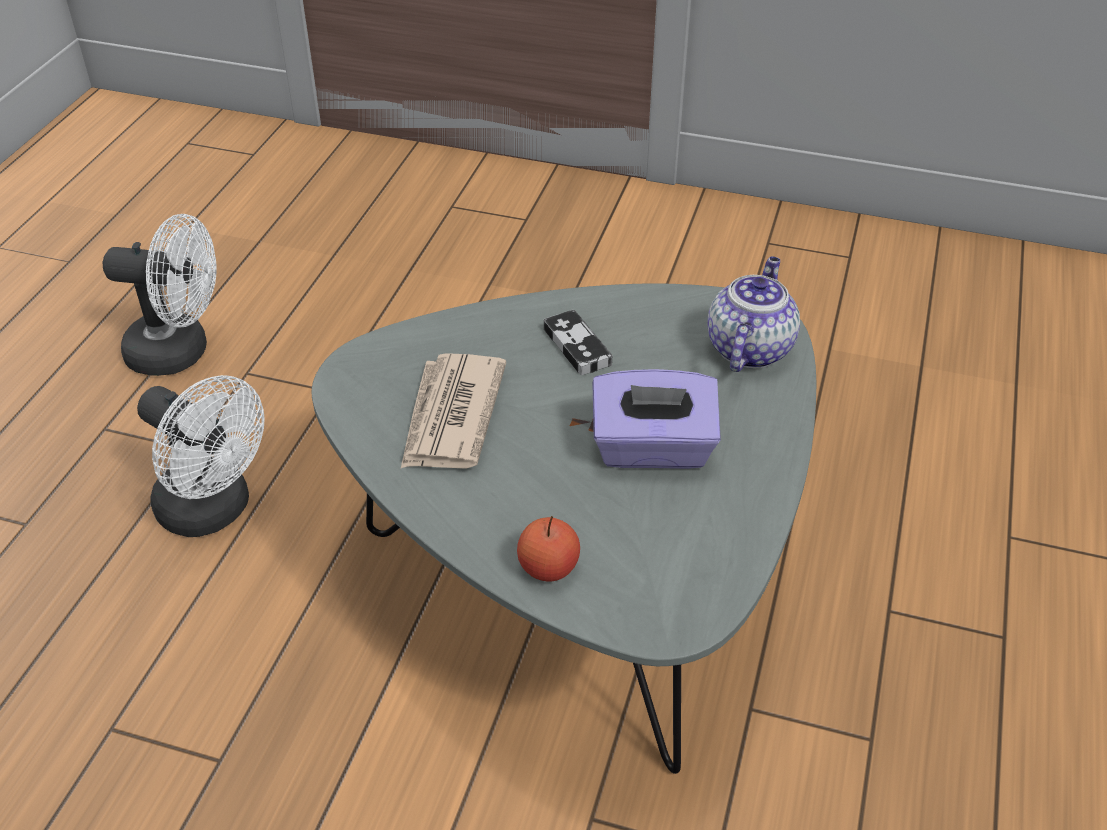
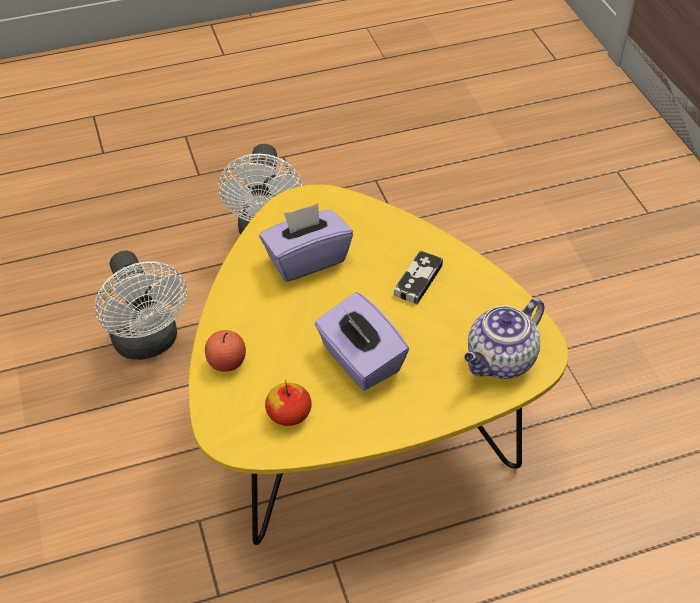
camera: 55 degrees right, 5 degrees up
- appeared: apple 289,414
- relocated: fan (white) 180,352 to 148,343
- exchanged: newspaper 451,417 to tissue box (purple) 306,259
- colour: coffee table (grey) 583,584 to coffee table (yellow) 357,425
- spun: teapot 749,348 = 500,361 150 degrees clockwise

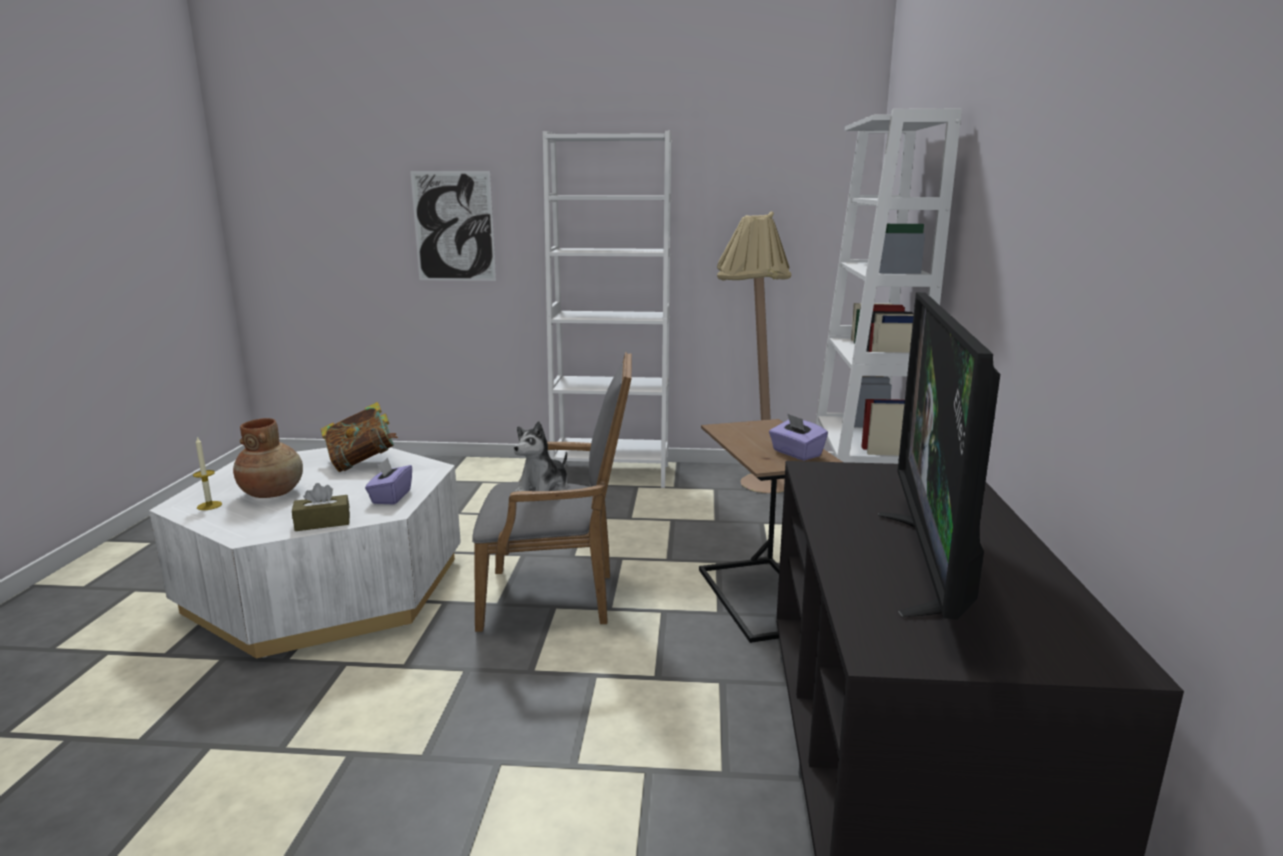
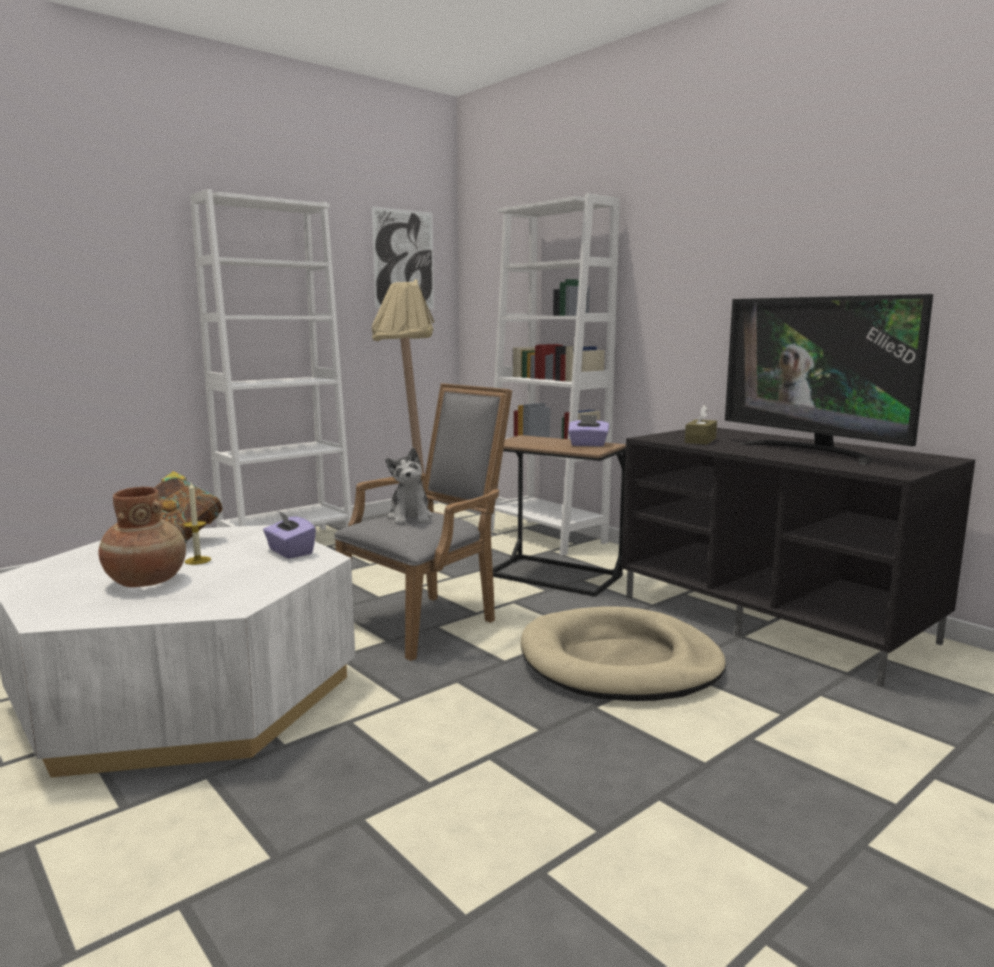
camera: 45 degrees left, 5 degrees down
- appeared: dog bed (beige) 620,662
- relocated: candle 209,505 to 197,560
- relocated: tissue box (brown) 322,522 to 700,440
- relocated: picture 454,226 to 404,259

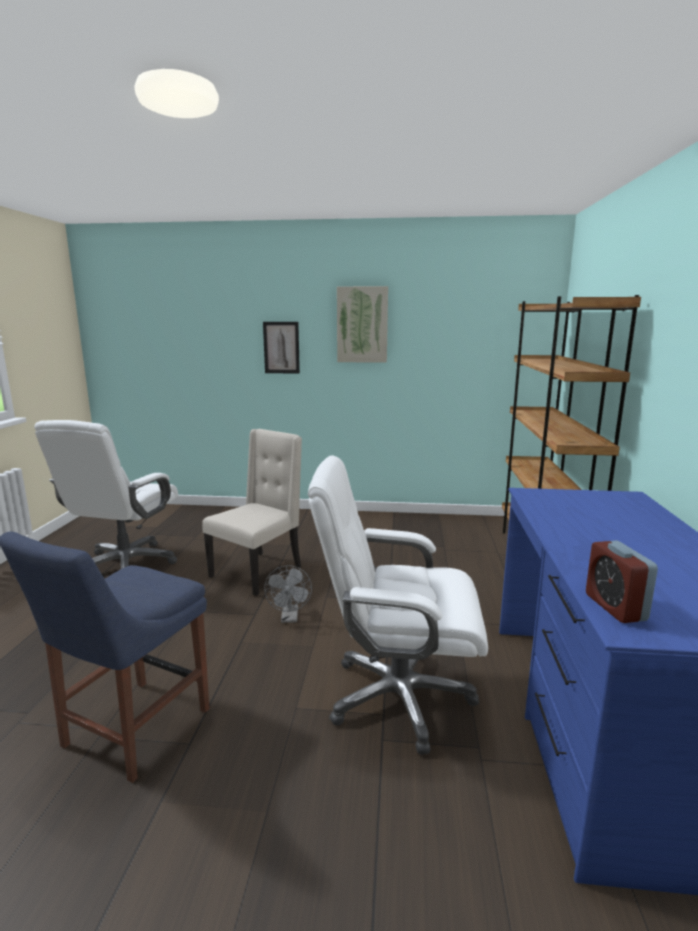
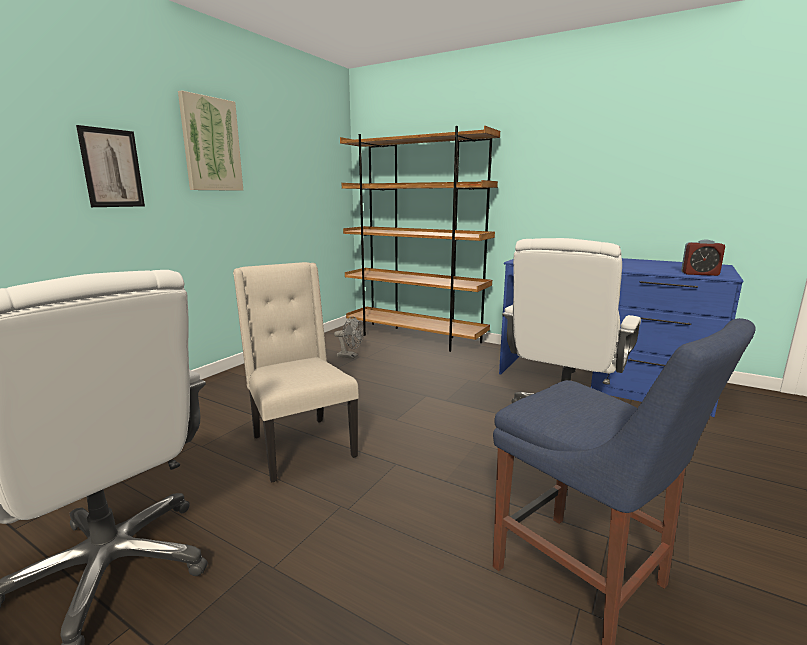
camera: 65 degrees left, 0 degrees up
- relocated: fan (grey) 290,618 to 350,356

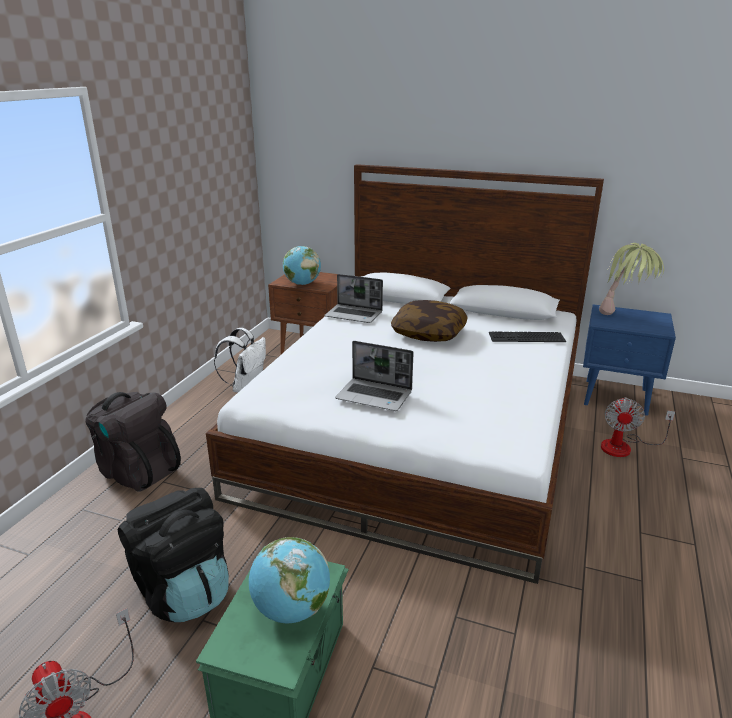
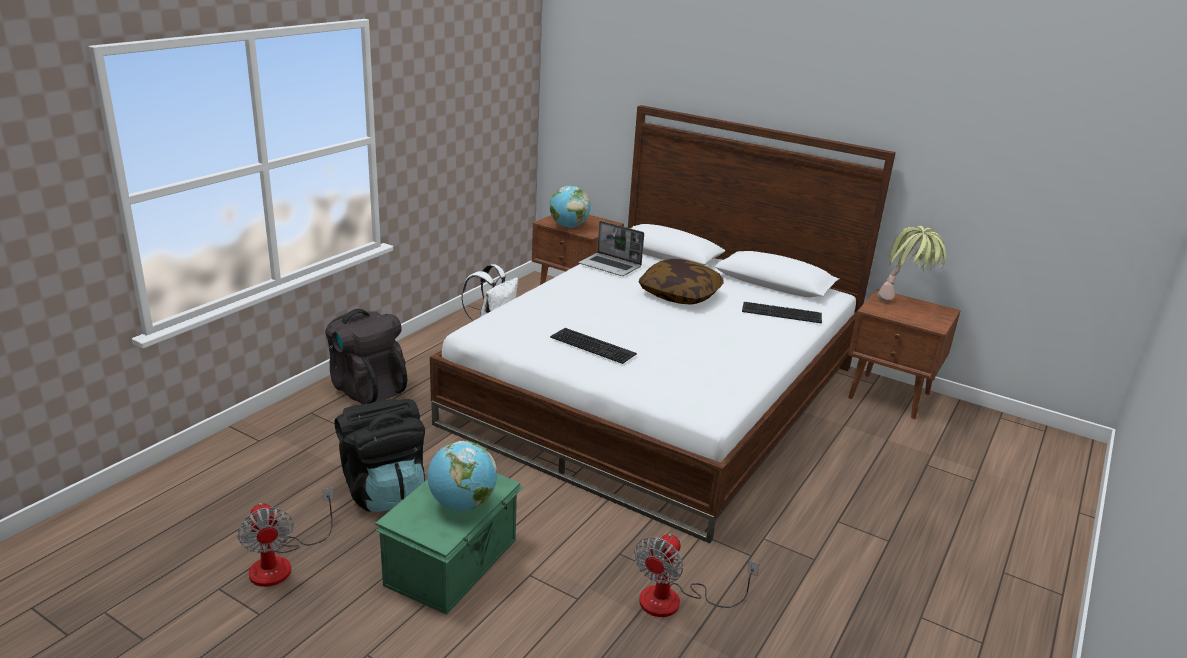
camera: 10 degrees right, 0 degrees up
- relocated: fan 624,446 to 675,601
- exchanged: laptop 375,396 to keyboard 594,345
- colour: nightstand (blue) 617,397 to nightstand (brown) 890,396

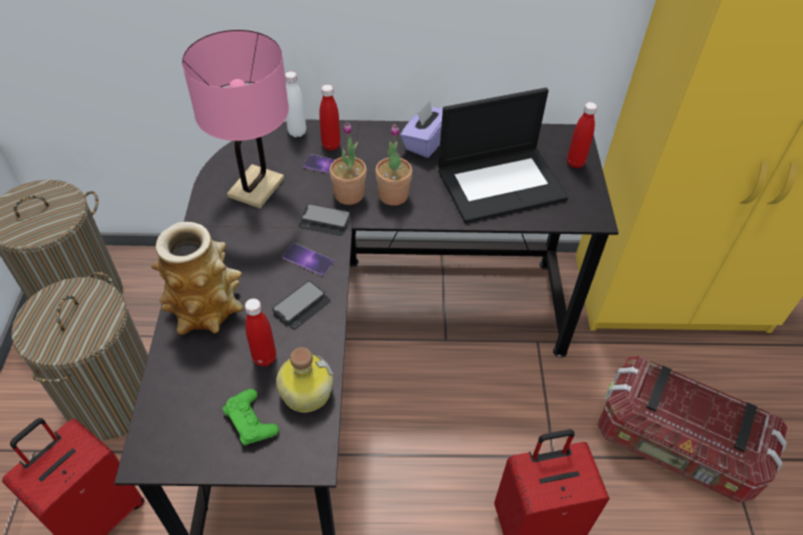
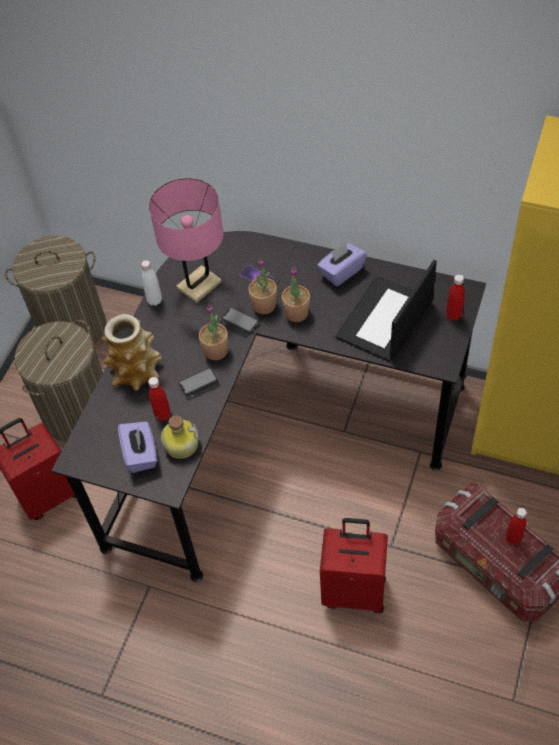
camera: 25 degrees right, 5 degrees up
- relocated: bottle (white) 297,132 to 154,301
- relocated: bottle (red) 331,145 to 513,538
- exchanged: game controller (green) 250,421 to tissue box (purple) 141,454
- exchanged: phone 308,259 to potted plant 216,351
- spun: laptop 501,183 = 385,321 120 degrees clockwise

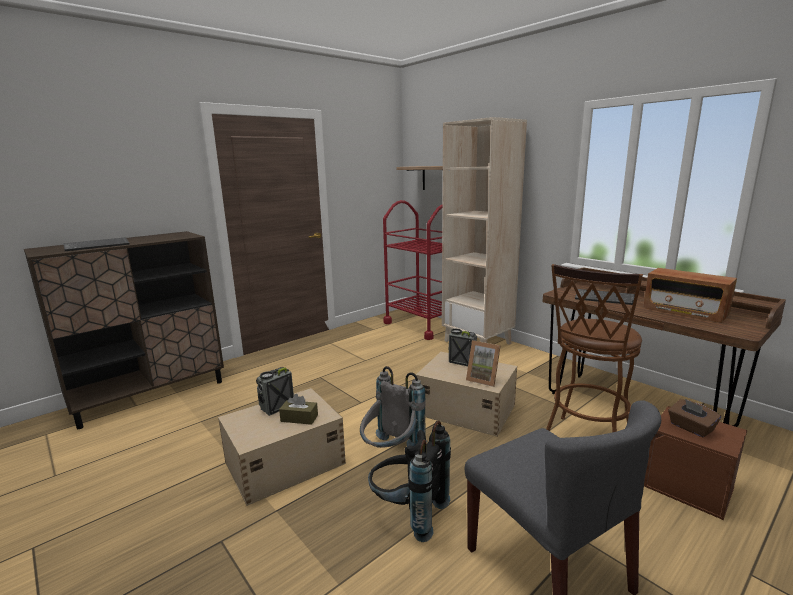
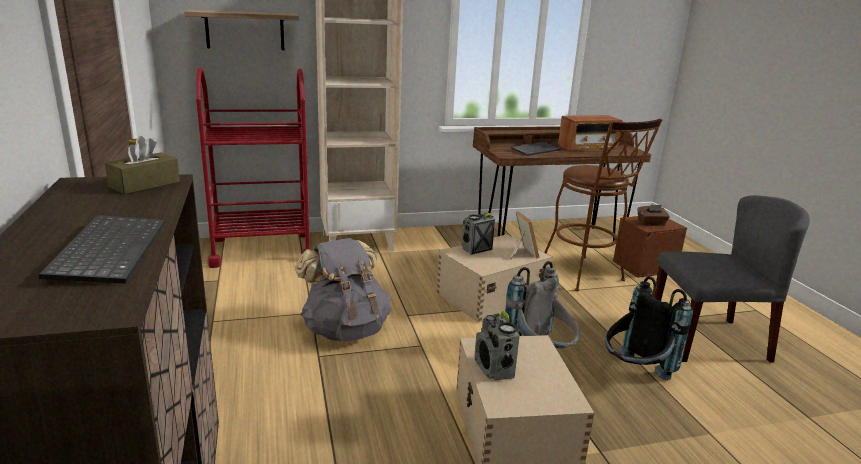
camera: 65 degrees left, 5 degrees up
- appeared: backpack (grey) 345,329
- relocated: tissue box (brown) 299,418 to 145,184
- spun: picture frame 483,379 = 521,253 75 degrees counterclockwise

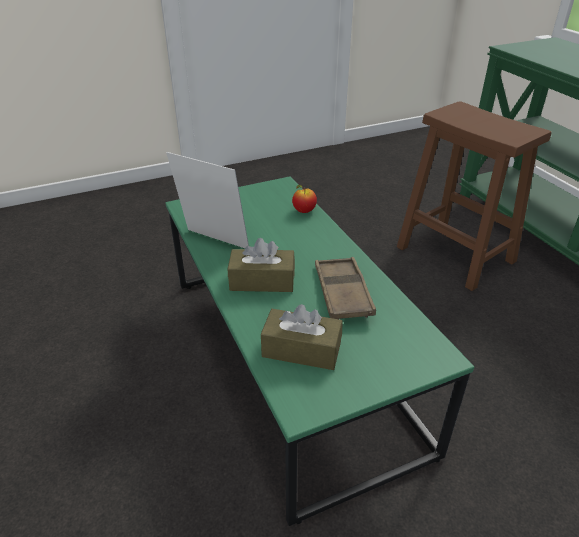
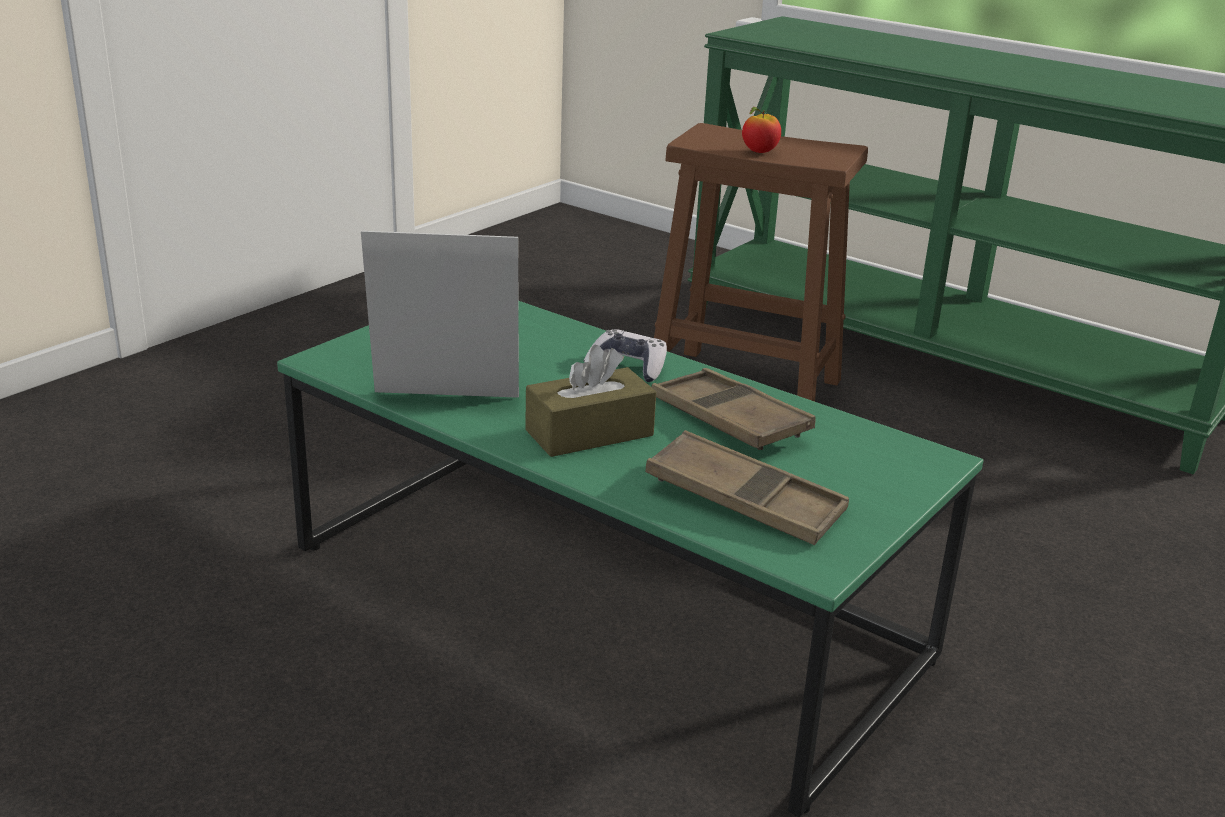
camera: 30 degrees left, 10 degrees down
- appeared: game controller 628,367
- relocated: apple 304,211 to 759,152
- exchanged: tissue box (brown) 301,350 to tray (brown) 744,500

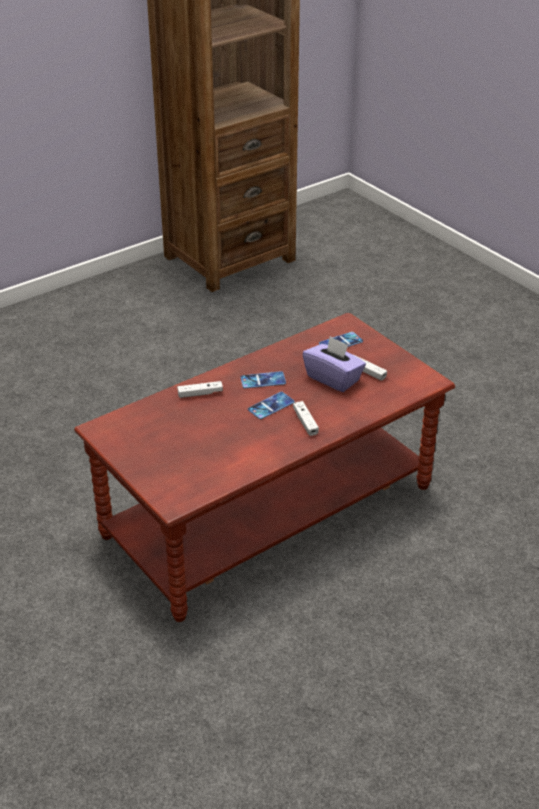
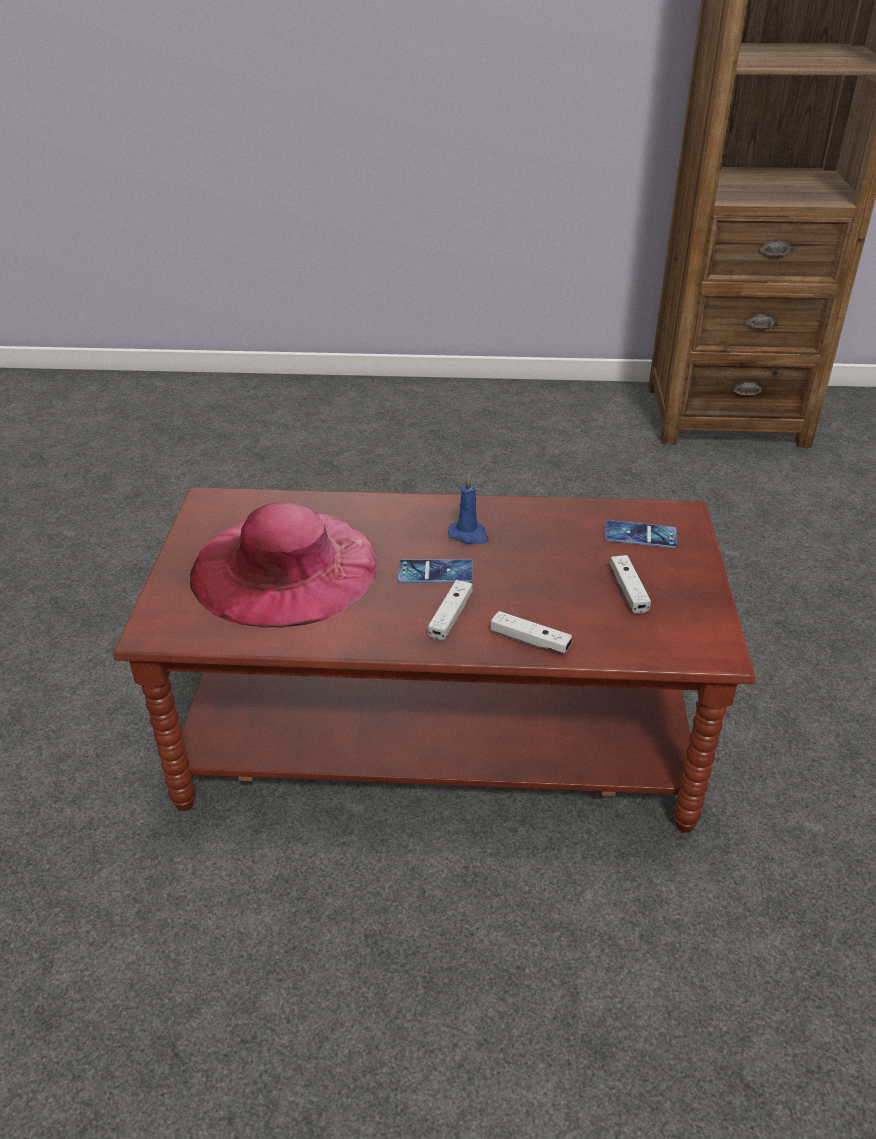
camera: 40 degrees right, 0 degrees up
- missing: tissue box (purple) 333,378
- appeared: hat (pink) 285,567
- relocated: game controller (white) 200,393 to 530,640
- exchanged: phone 263,380 to candle (blue) 469,535

